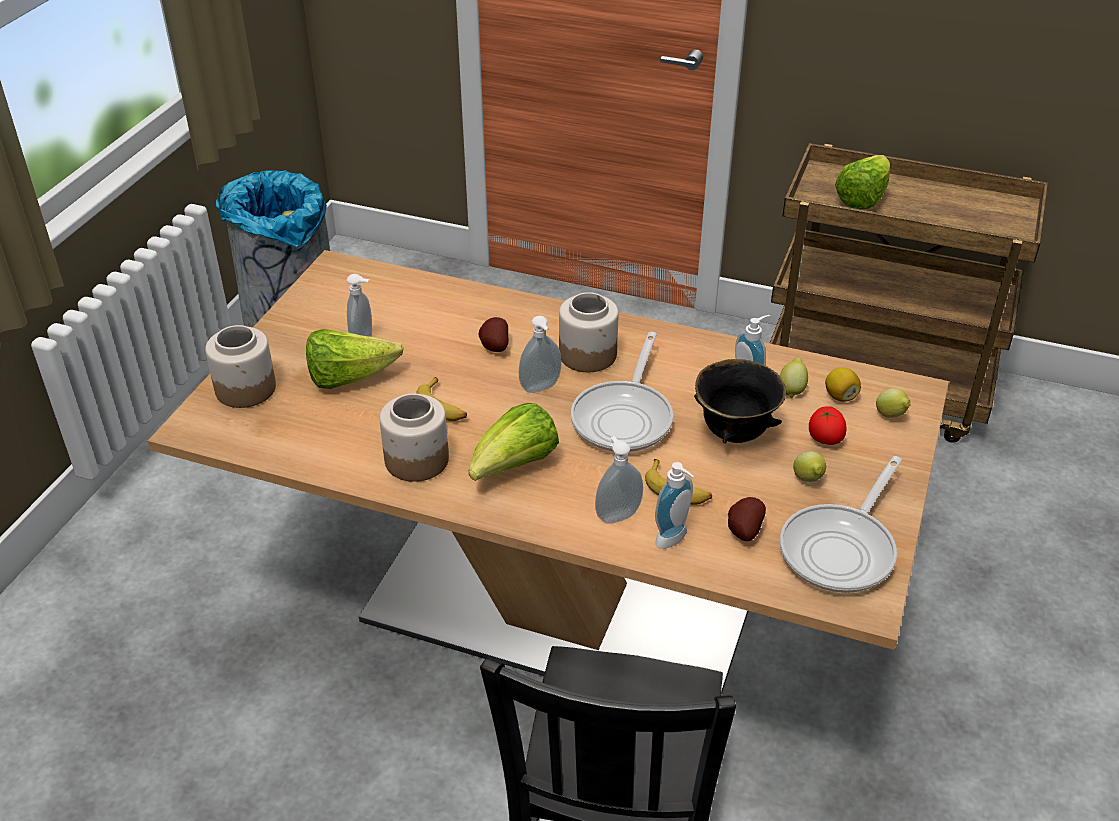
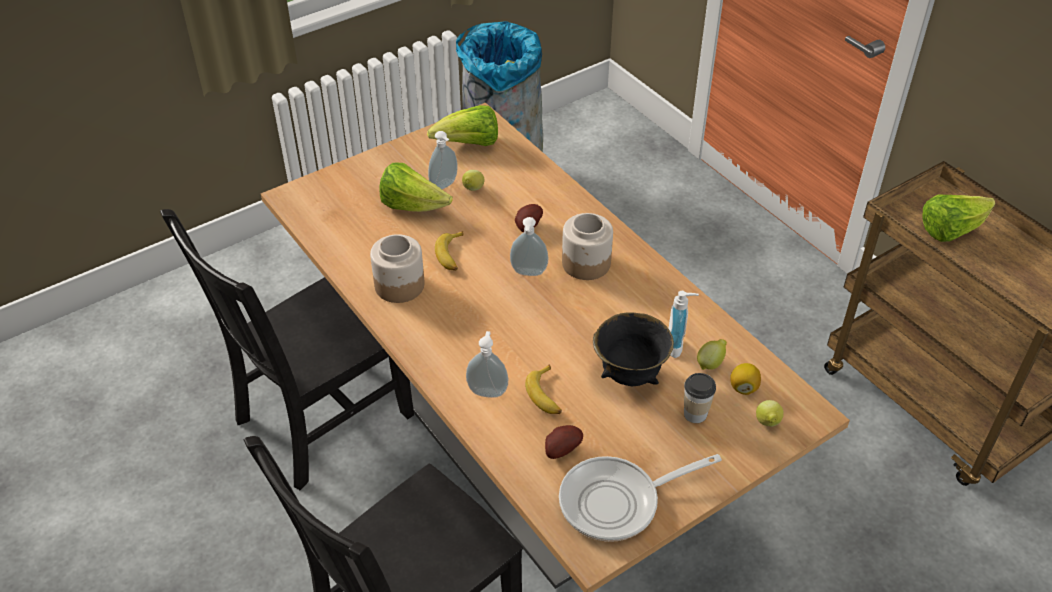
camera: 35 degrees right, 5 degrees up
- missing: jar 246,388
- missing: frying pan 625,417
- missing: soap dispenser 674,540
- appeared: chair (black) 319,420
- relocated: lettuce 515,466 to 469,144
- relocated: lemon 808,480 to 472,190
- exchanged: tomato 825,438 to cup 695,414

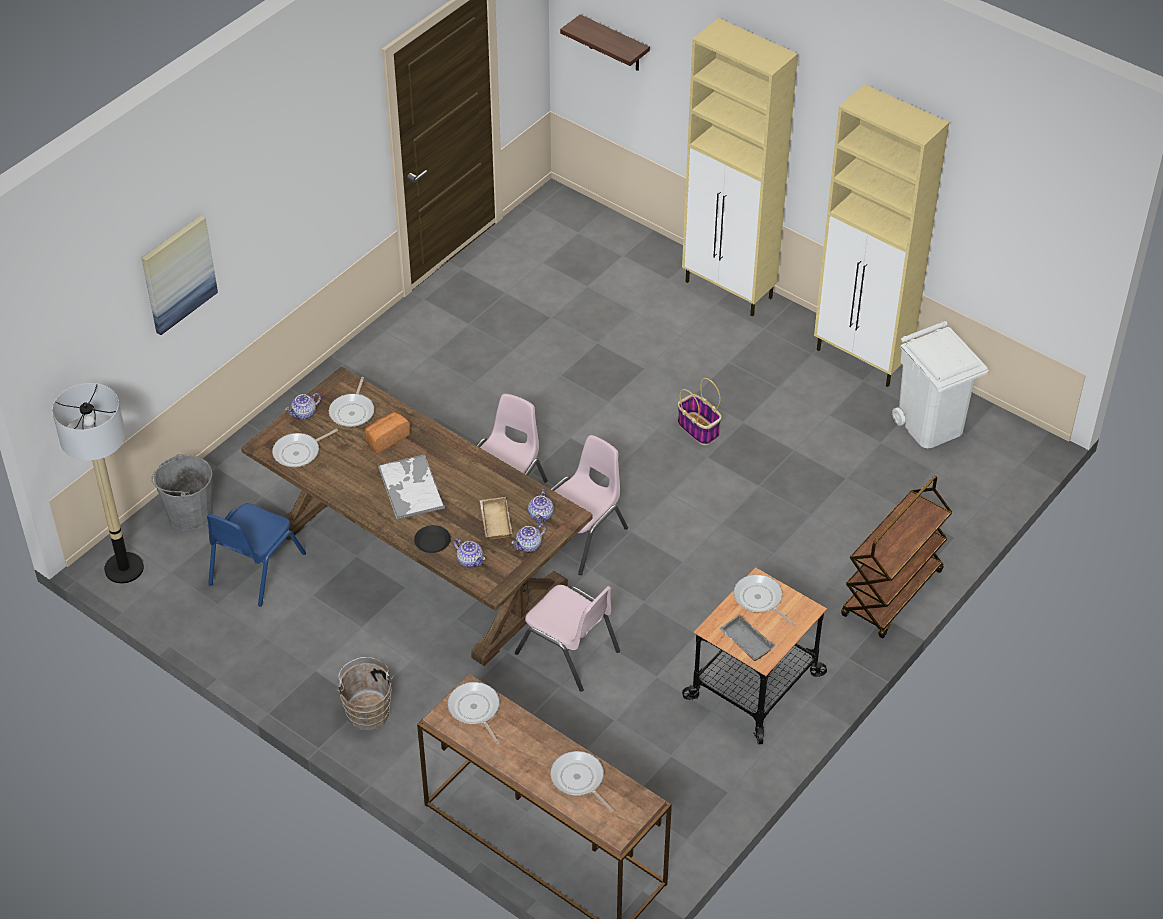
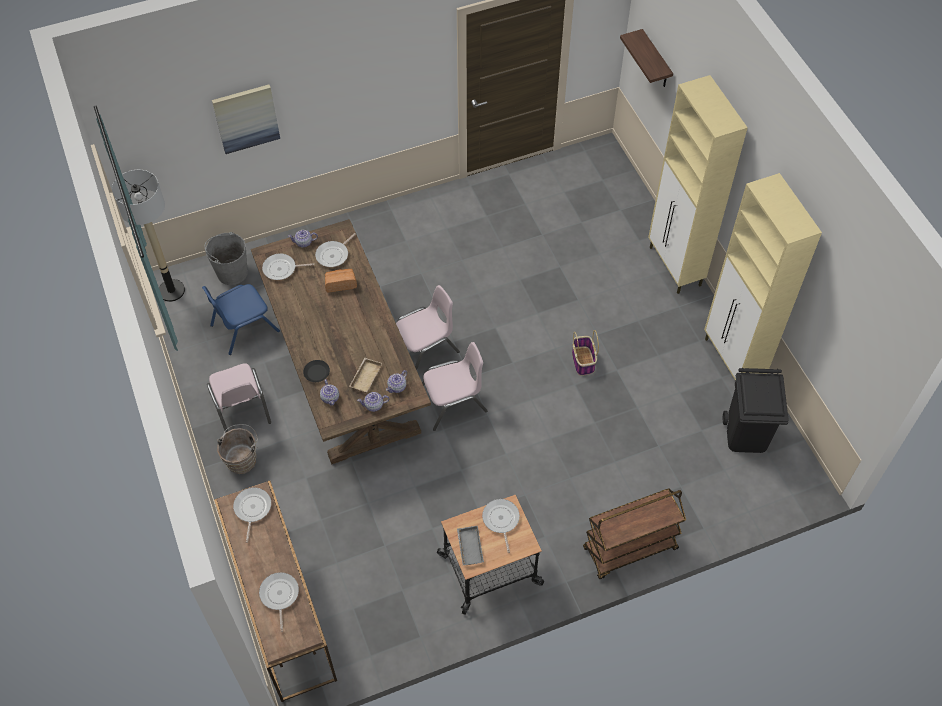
camera: 30 degrees right, 10 degrees up
- missing: tray 410,487
- relocated: chair (pink) 568,652 to 241,408
- colour: trash can (white) 931,425 to trash can (black) 746,434

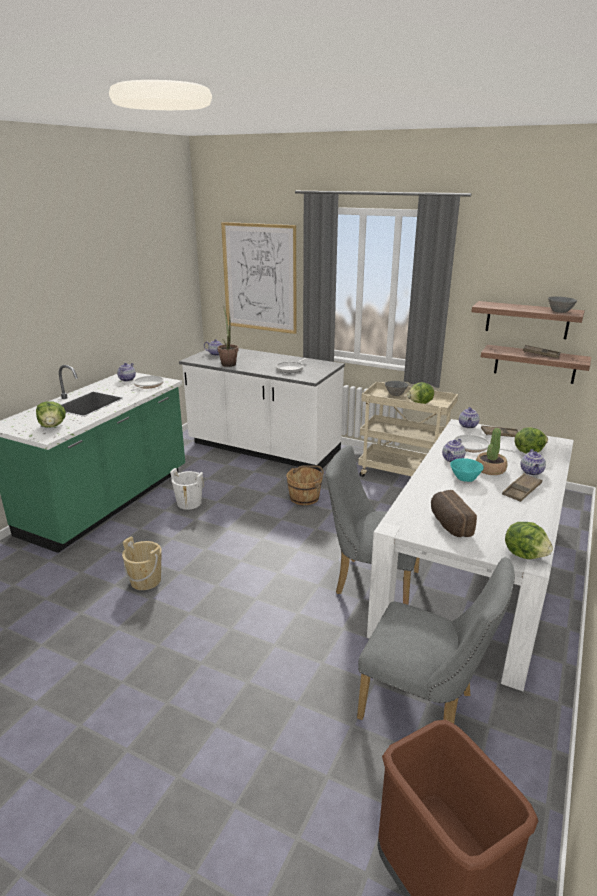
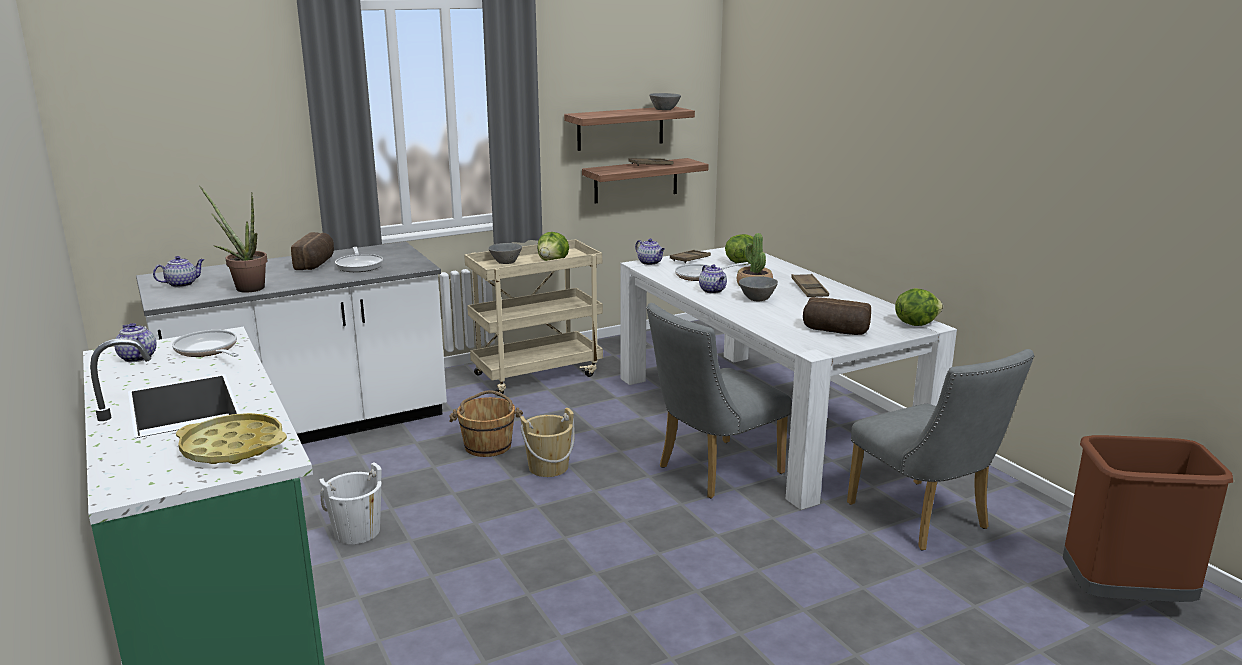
camera: 55 degrees left, 5 degrees down
- missing: picture 260,278
- missing: teapot 531,472
- appeared: bread 317,264
- relocated: bucket (beige) 145,580 to 548,467
- exchanged: lettuce 53,426 to tray (yellow) 233,447
- colour: bowl (turquoise) 465,478 to bowl (grey) 756,298
- spun: chair (grey) 424,709 = 925,520 90 degrees clockwise

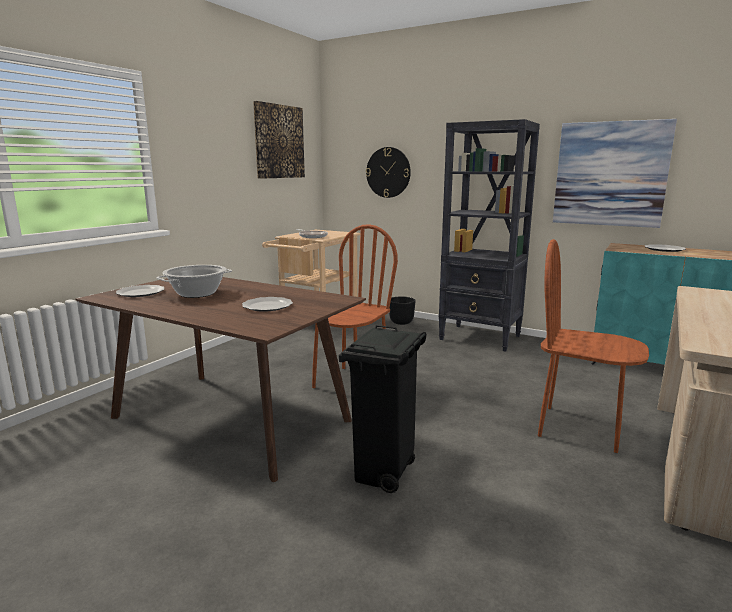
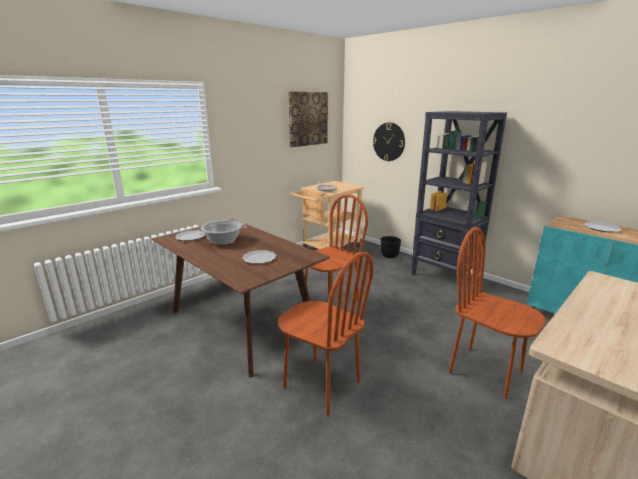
camera: 15 degrees right, 5 degrees up
- missing: picture 610,174
- exchanged: trash can (black) 383,475 to chair (brown) 321,385

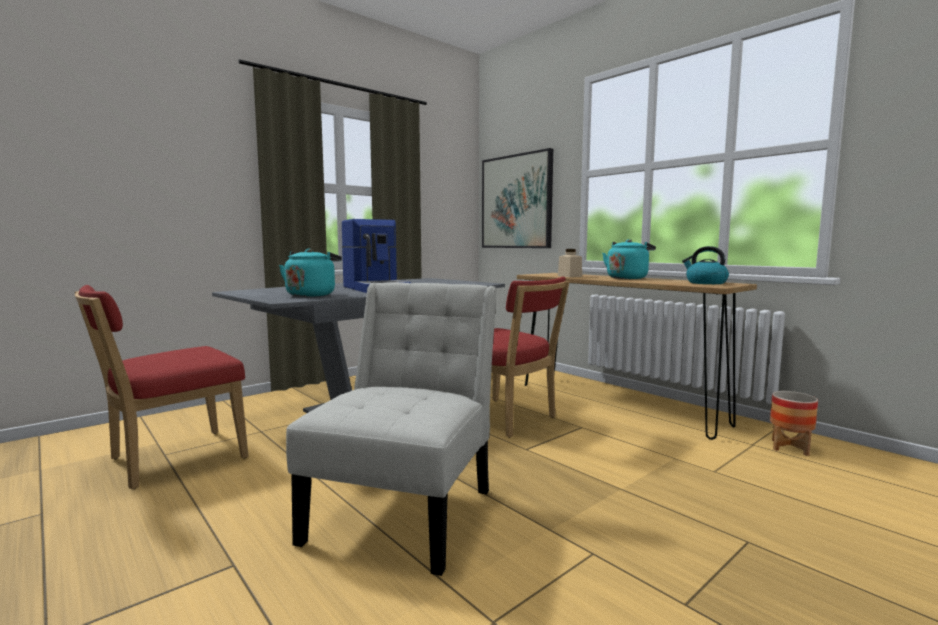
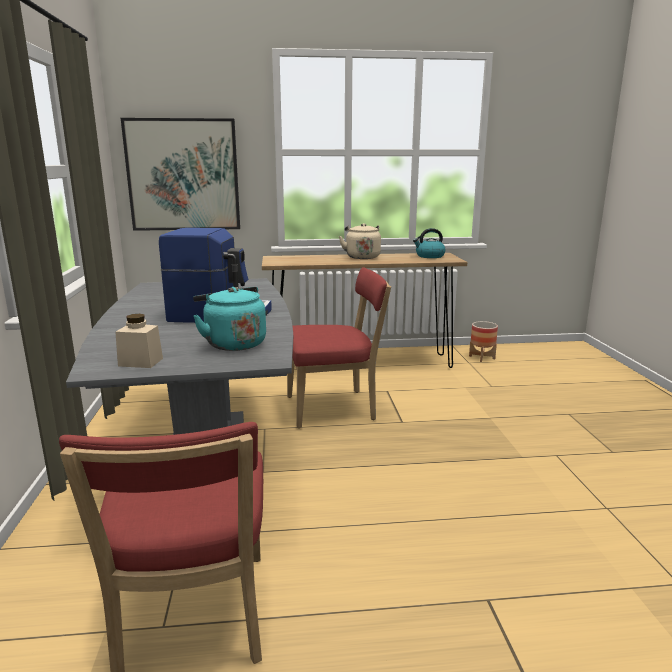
camera: 55 degrees left, 10 degrees up
- missing: chair (white) 406,510
- relocated: jar (beige) 569,276 to 140,362
- colour: kettle (turquoise) 627,278 to kettle (beige) 362,257

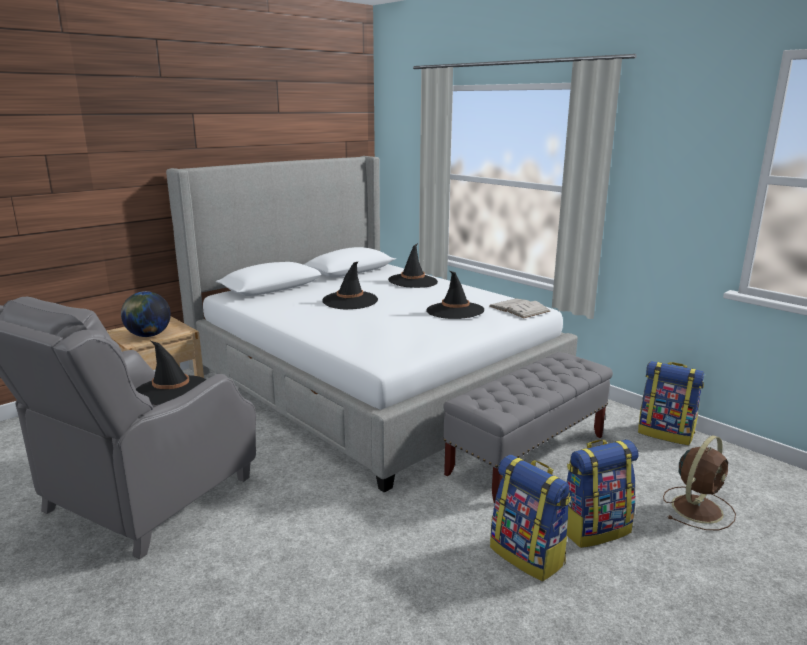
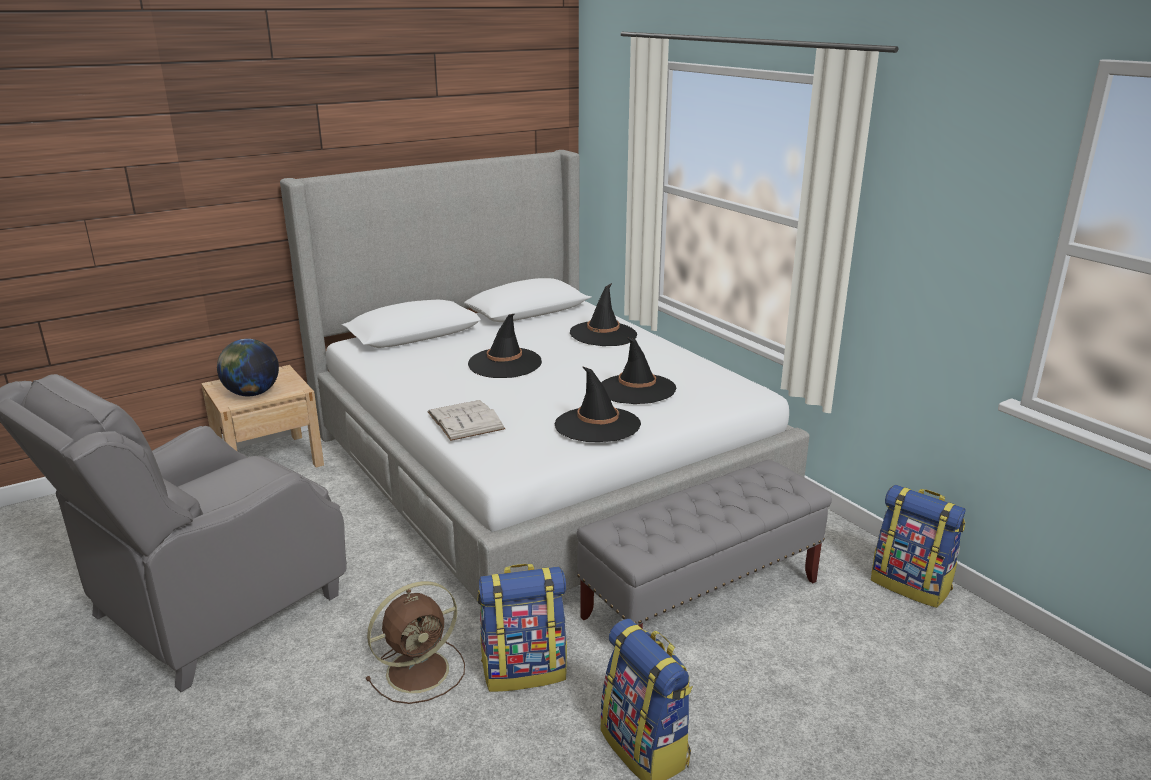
camera: 10 degrees right, 5 degrees up
- relocated: hat (black) 171,390 to 597,425
- relocated: book (white) 519,308 to 465,420
- relocated: backpack 594,529 to 524,670
- relocated: fan (brown) 698,508 to 420,670

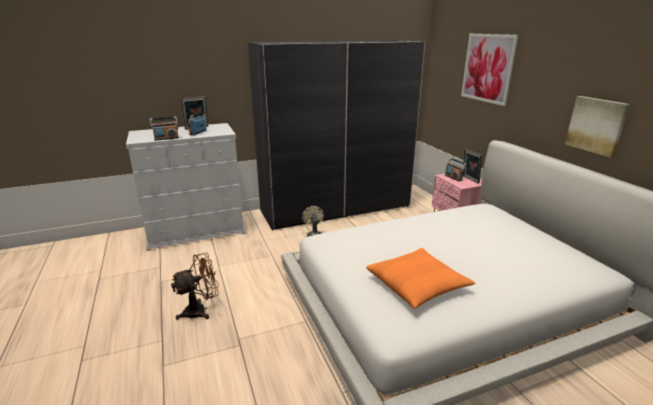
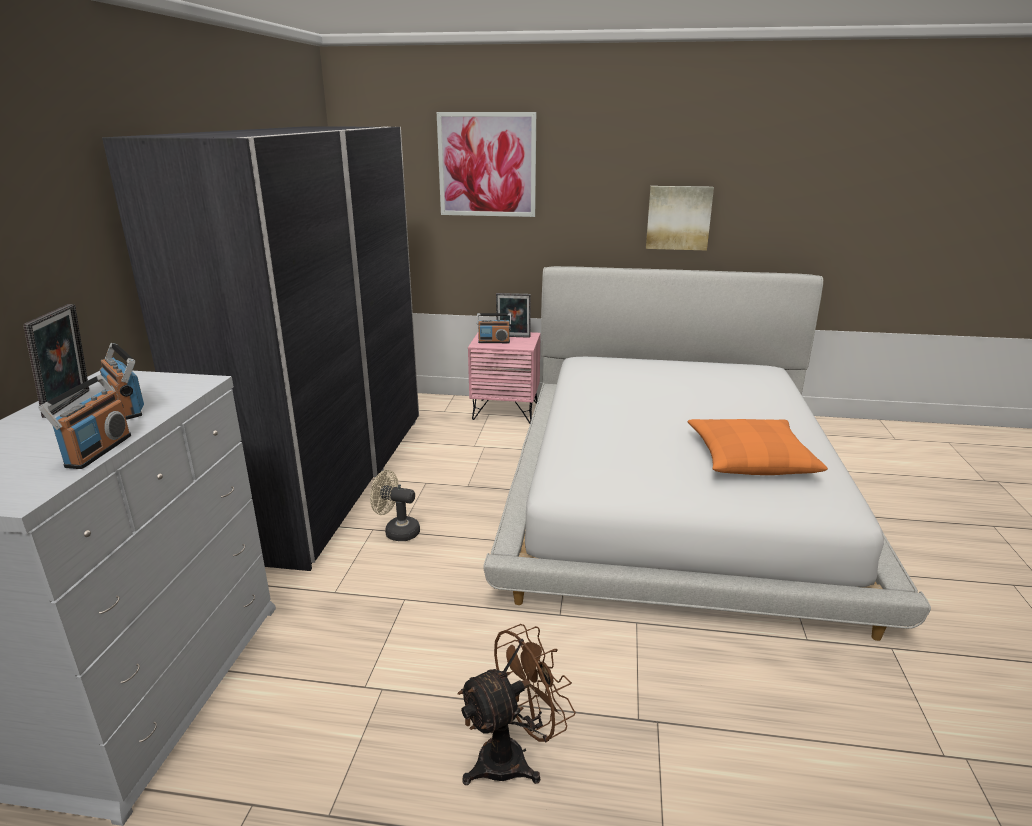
camera: 60 degrees left, 0 degrees up
- spun: fan (brown) 201,310 = 513,757 60 degrees clockwise

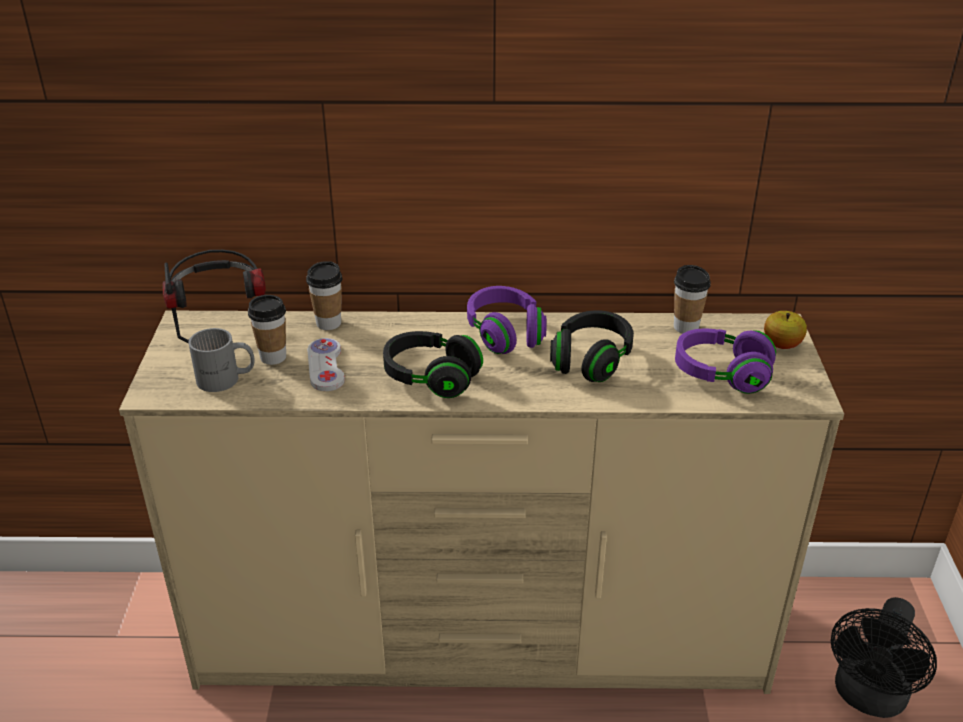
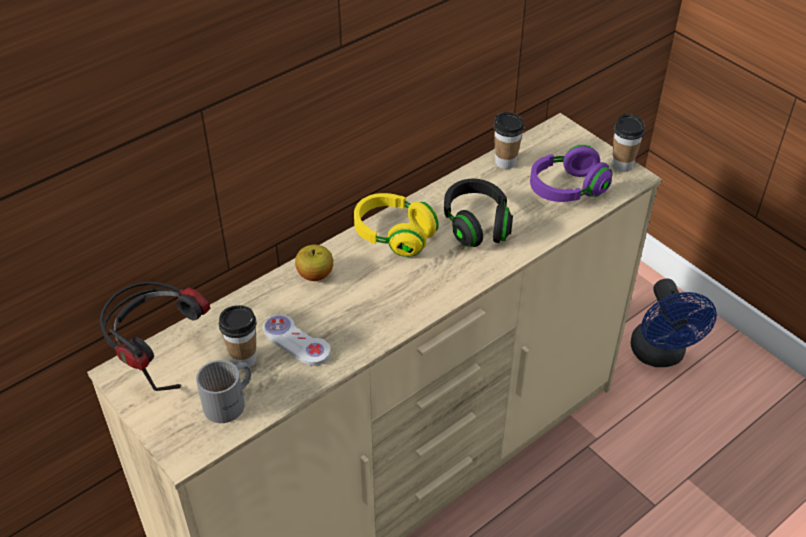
camera: 40 degrees left, 10 degrees up
- missing: headphones (black) 431,378
- relocated: cup 328,323 to 622,165
- relocated: apple 782,344 to 315,274
- colour: headphones (purple) 505,334 to headphones (yellow) 394,235
- colour: fan (black) 868,698 to fan (blue) 660,355

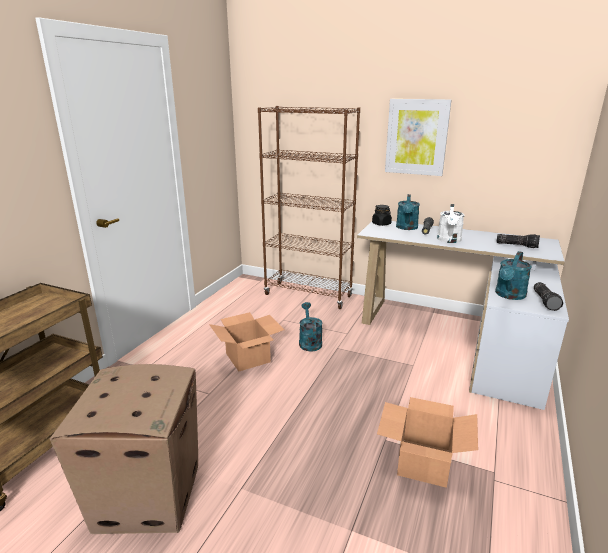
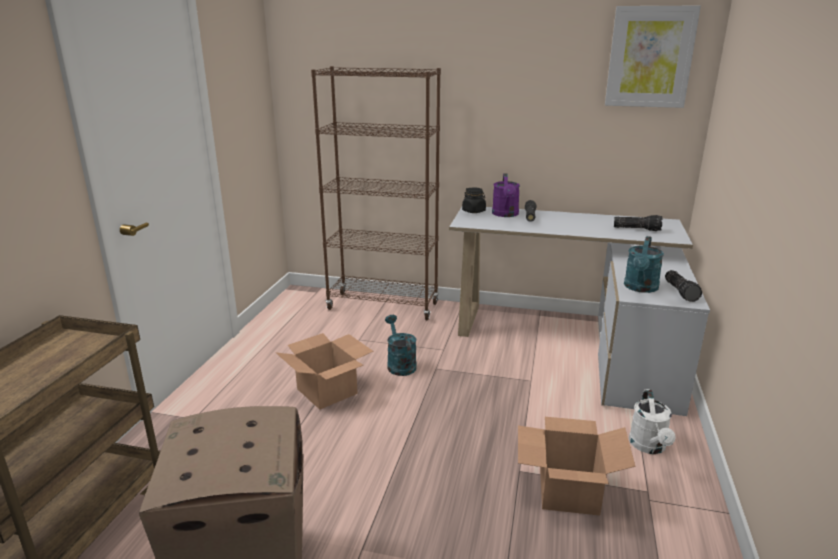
camera: 10 degrees left, 0 degrees up
- relocated: picture 416,137 to 650,57
- relocated: watering can (white) 449,240 to 649,447
- colour: watering can (turquoise) 407,228 to watering can (purple) 505,214

